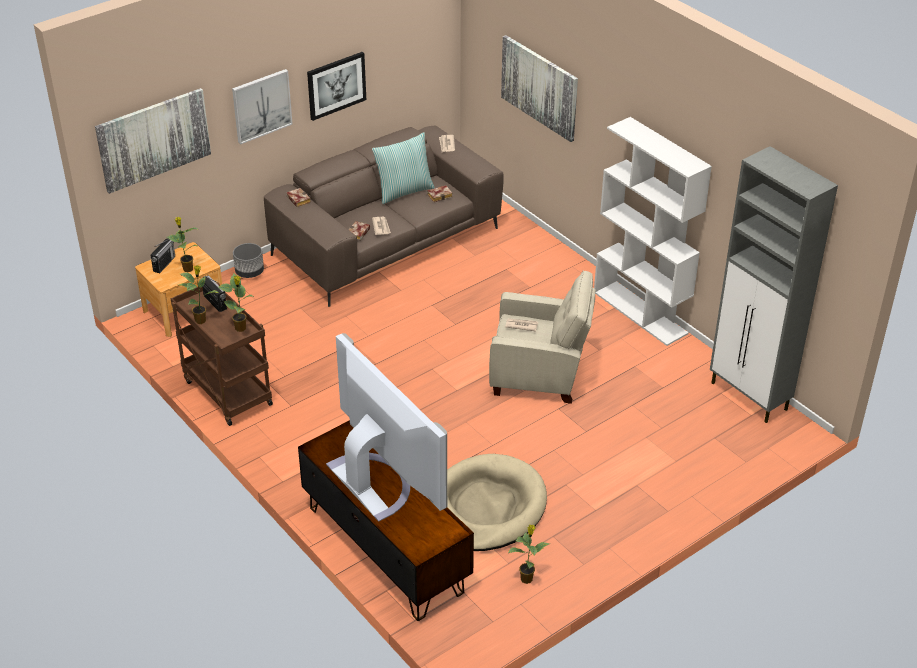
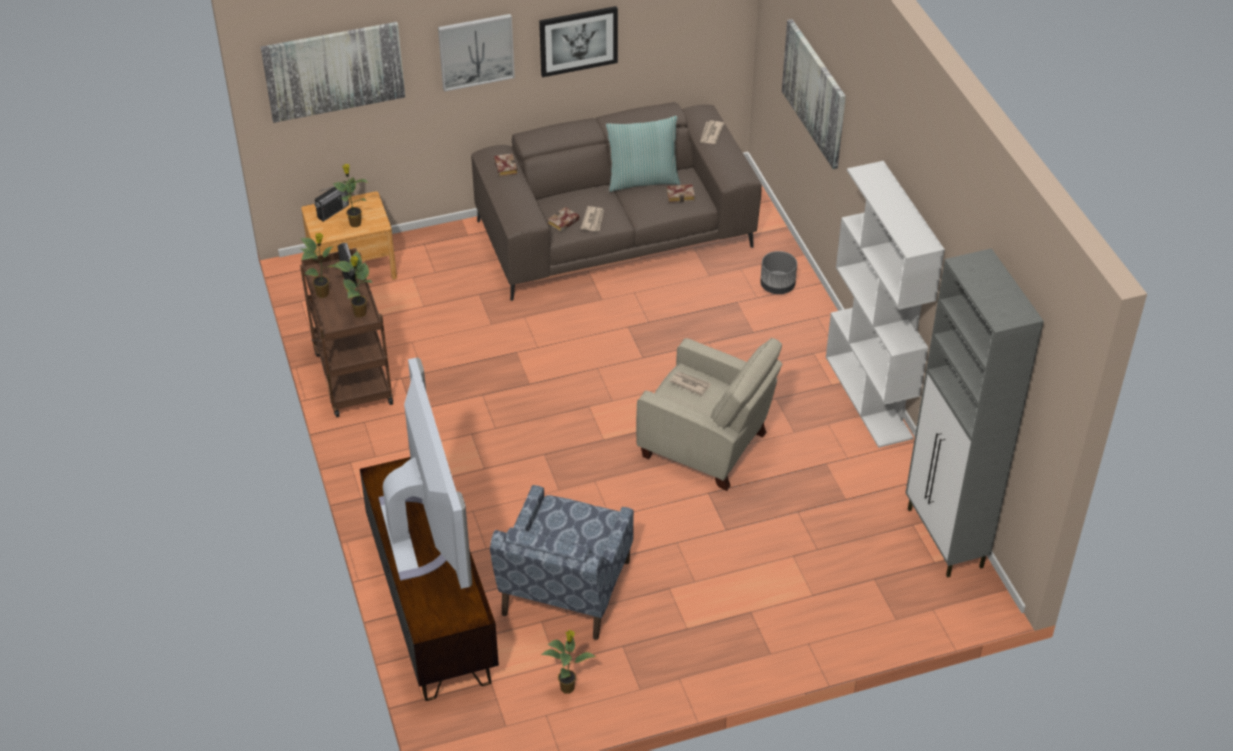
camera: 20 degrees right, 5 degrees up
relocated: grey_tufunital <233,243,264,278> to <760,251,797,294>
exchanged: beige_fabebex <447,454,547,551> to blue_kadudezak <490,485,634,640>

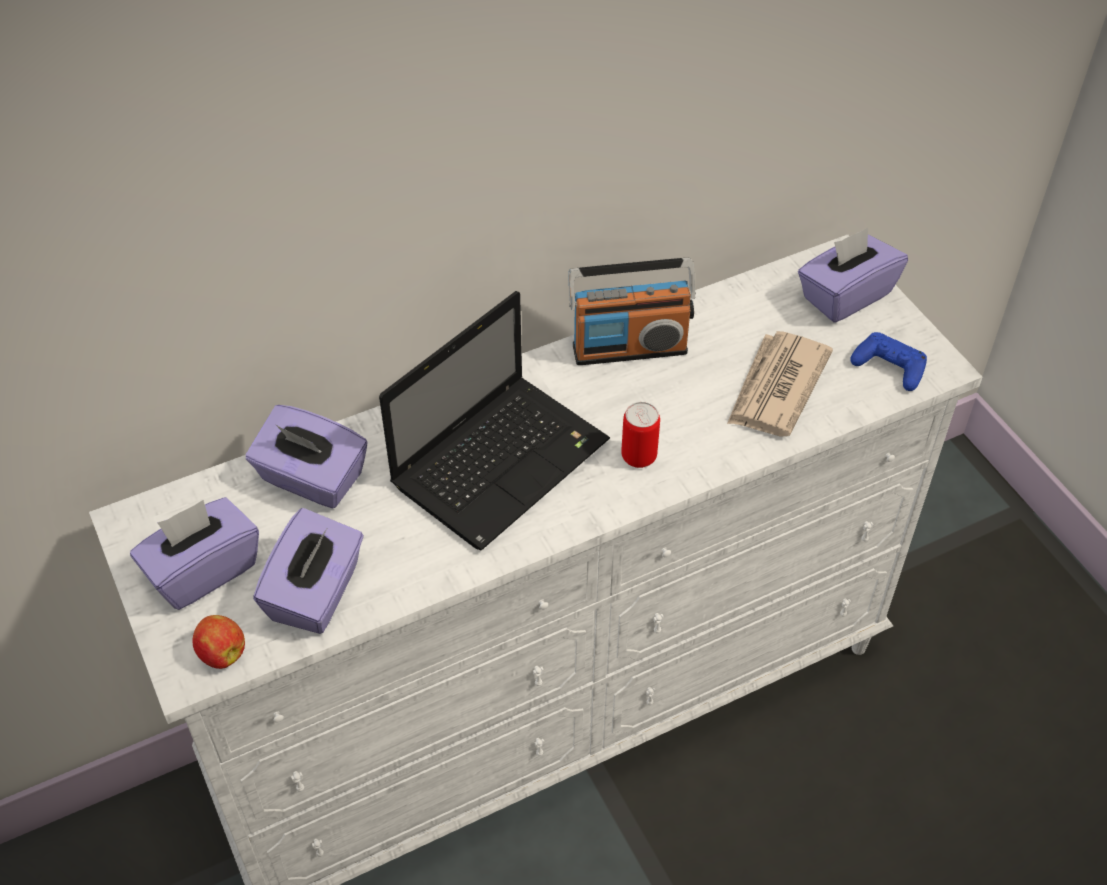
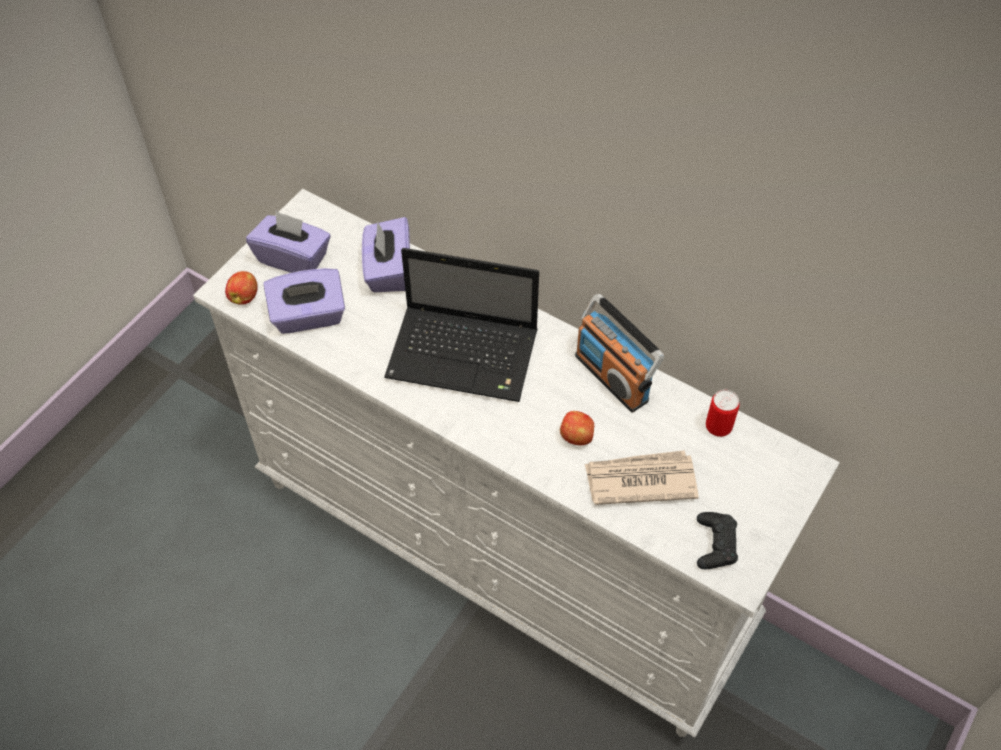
camera: 60 degrees right, 5 degrees up
missing: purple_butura <798,228,908,323>
appeared: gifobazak <560,411,594,445>
relocated: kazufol <621,402,660,468> to <706,390,740,437>
colour: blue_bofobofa <850,332,927,391> to black_bofobofa <697,512,738,569>

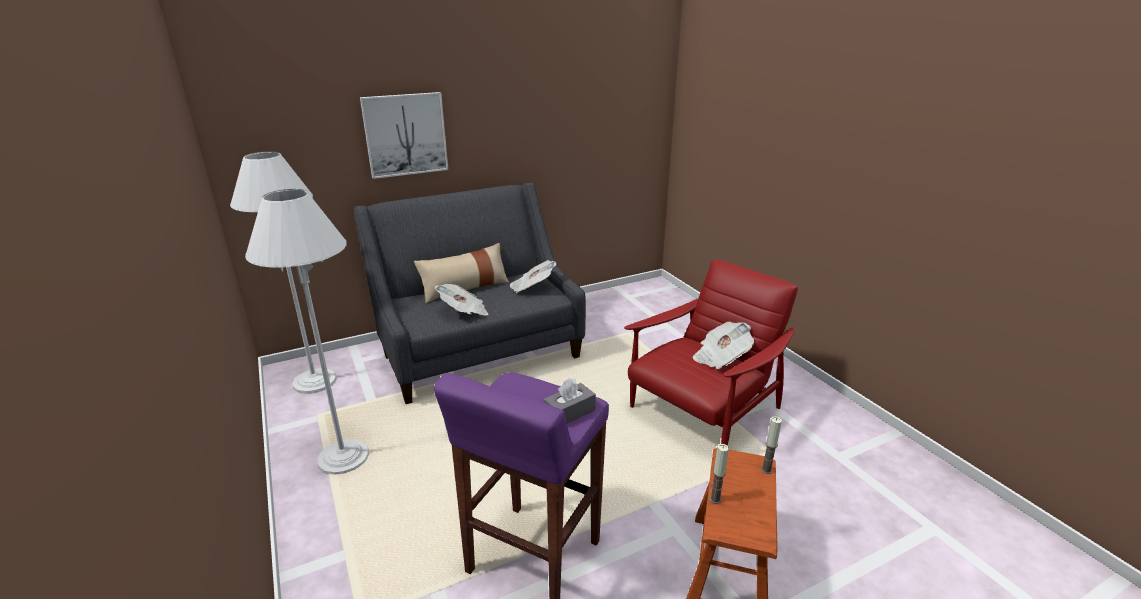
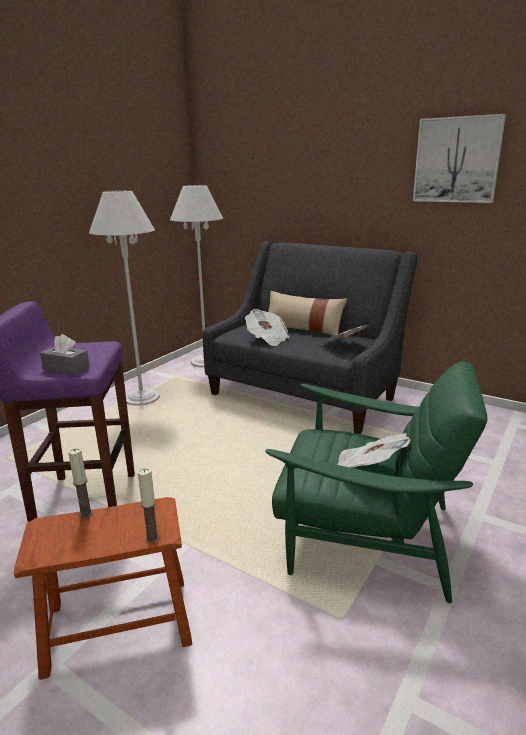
camera: 60 degrees right, 5 degrees down
relocated: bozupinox <360,92,448,179> to <413,114,506,203>
colour: red_kadudezak <624,260,798,446> to green_kadudezak <265,361,488,603>

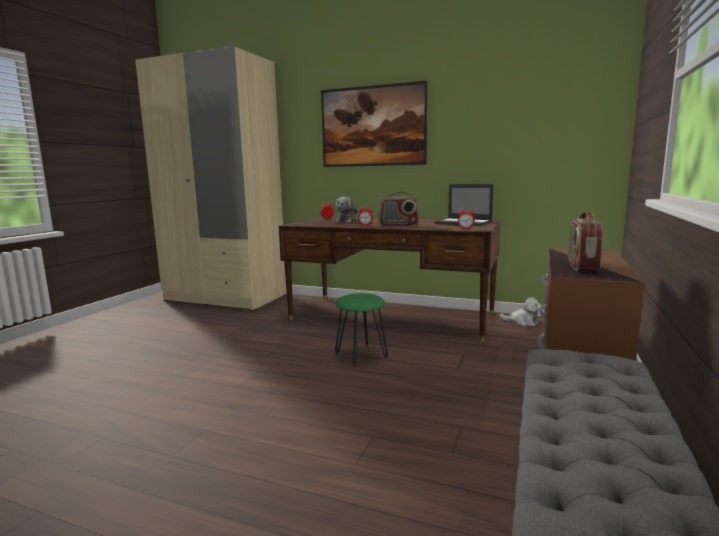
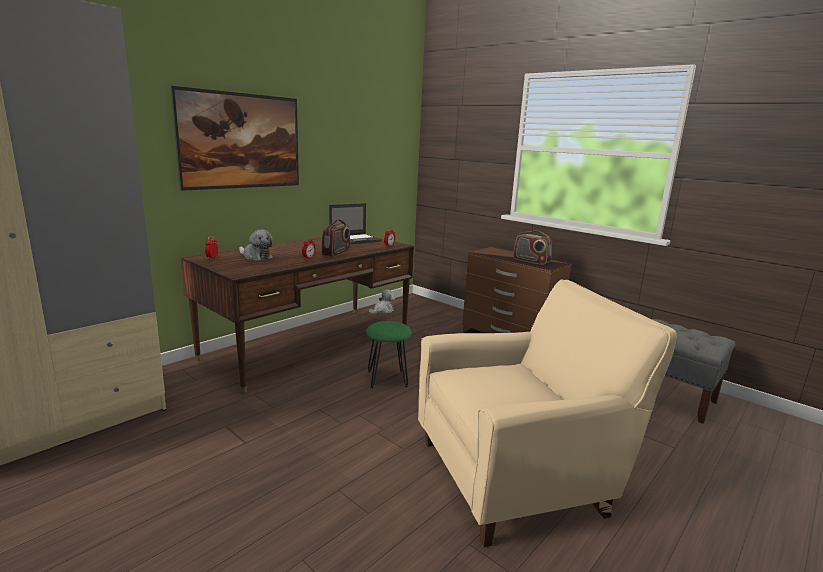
camera: 70 degrees left, 5 degrees up
appeared: beige_kadudezak <418,279,677,547>

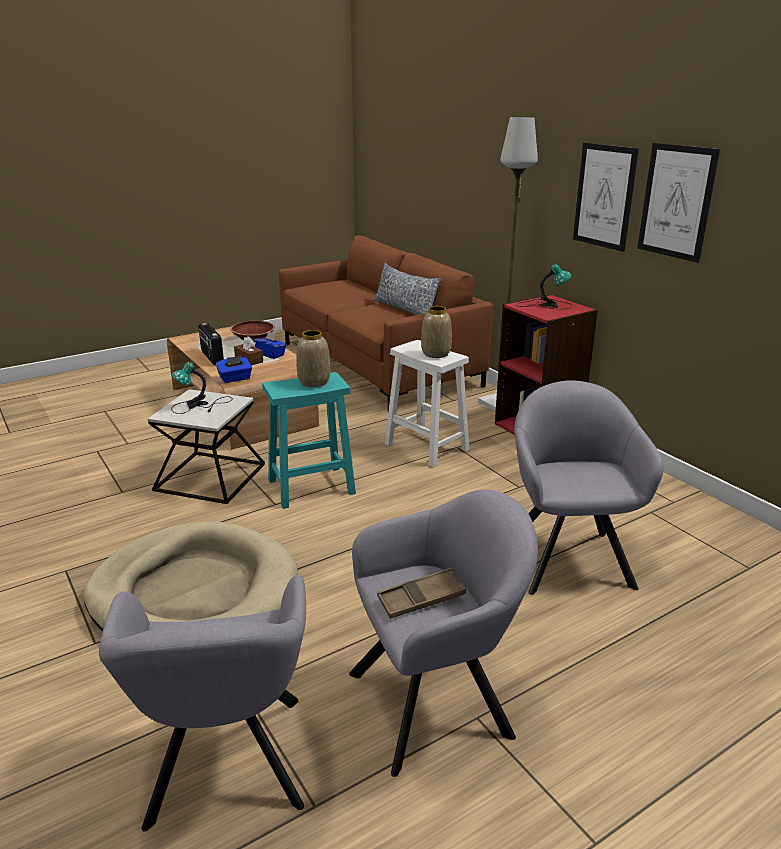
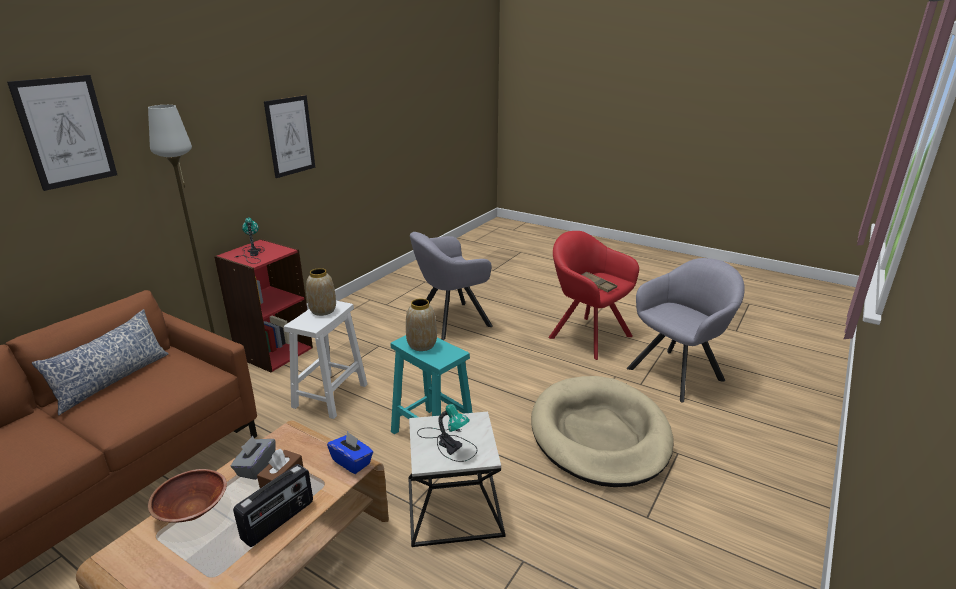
camera: 115 degrees left, 0 degrees up
relocated: bozupinox <573,143,639,252> to <7,75,117,191>
colour: blue_butura <253,331,287,359> to grey_butura <231,436,276,480>; grey_kadudezak <349,489,538,777> to red_kadudezak <548,231,639,360>

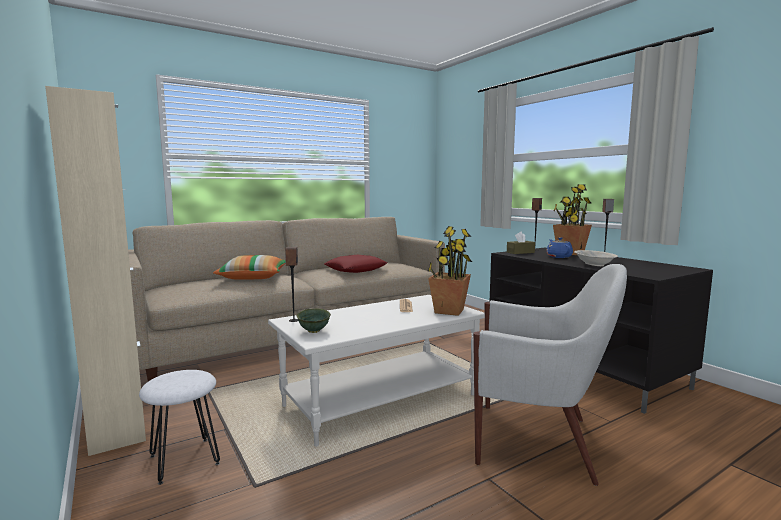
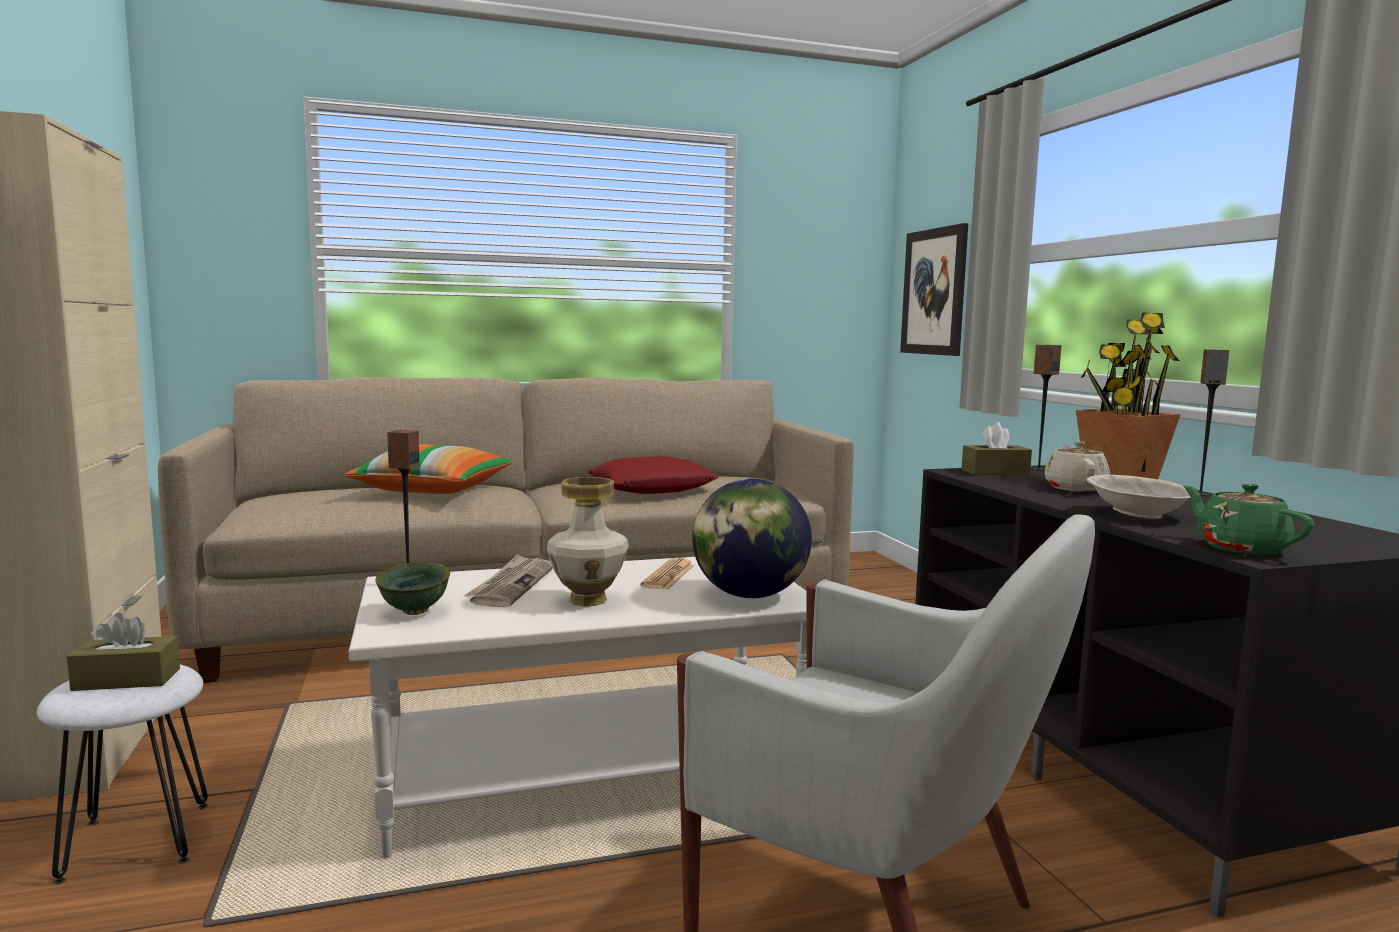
camera: 15 degrees right, 0 degrees up
appeared: brown_butura <67,613,180,691>; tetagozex <464,554,553,607>; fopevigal <546,477,629,607>; bozupinox <900,223,968,356>; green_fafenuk <1183,483,1314,555>
exchanged: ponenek <428,226,472,316> to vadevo <692,479,812,598>
colour: blue_fafenuk <546,238,573,258> to beige_fafenuk <1044,441,1110,492>

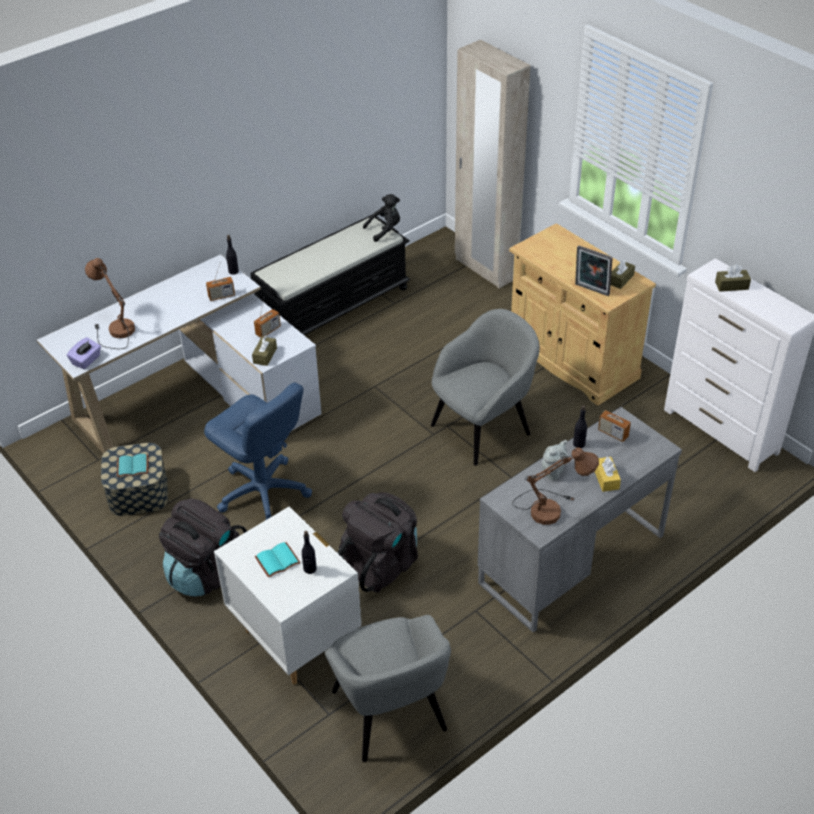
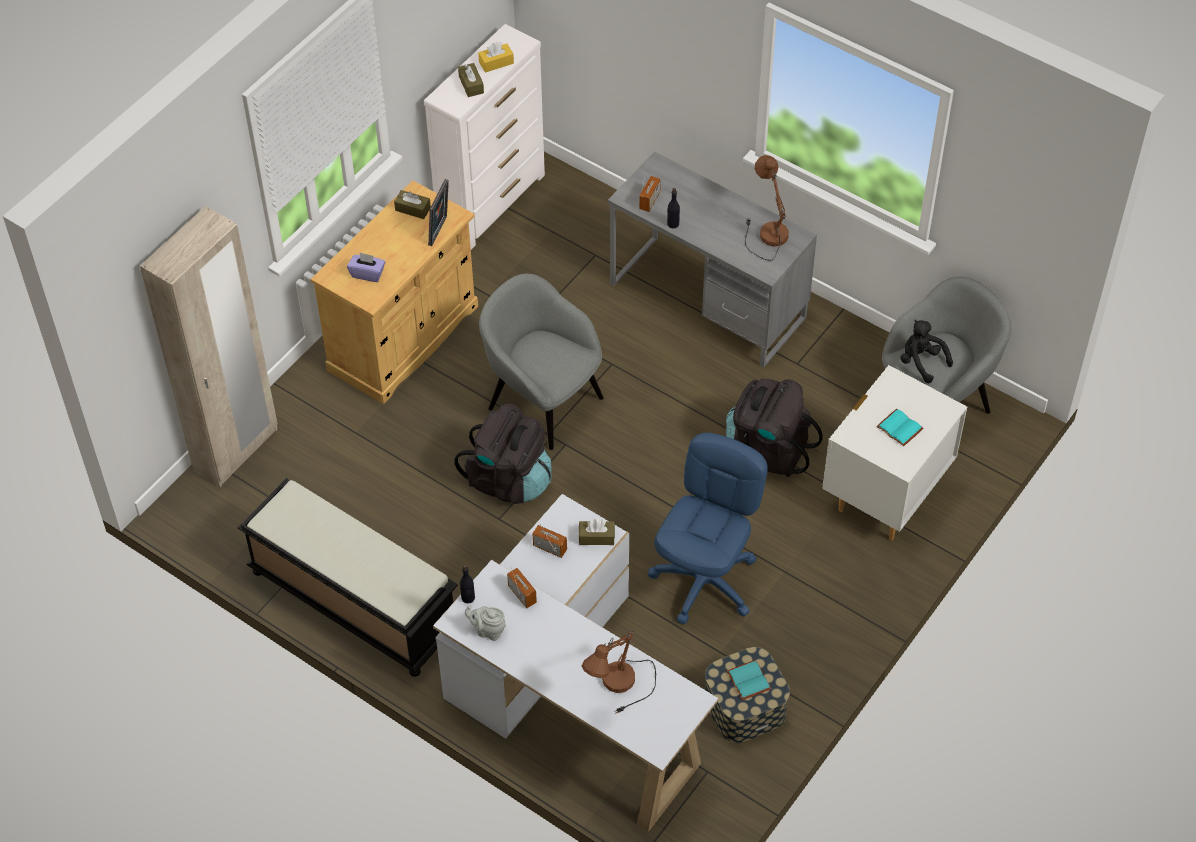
camera: 105 degrees left, 10 degrees up
missing: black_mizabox <302,531,317,574>
relocated: purple_butura <67,337,101,369> to <347,252,385,282>; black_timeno <159,498,247,597> to <455,403,552,504>; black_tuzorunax <363,194,400,242> to <900,320,953,383>; grey_fafenuk <542,440,568,480> to <465,605,506,641>; yellow_butura <594,456,621,492> to <478,42,514,73>

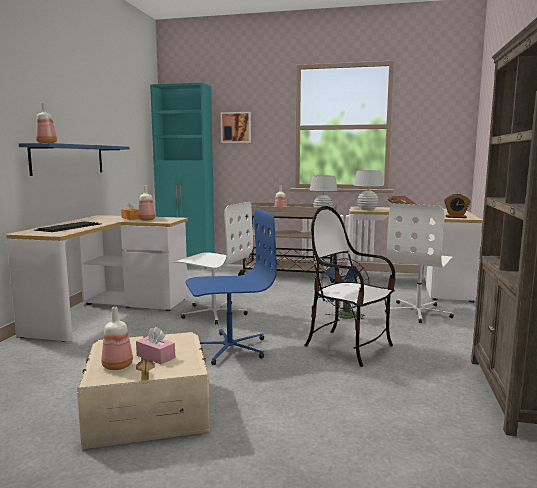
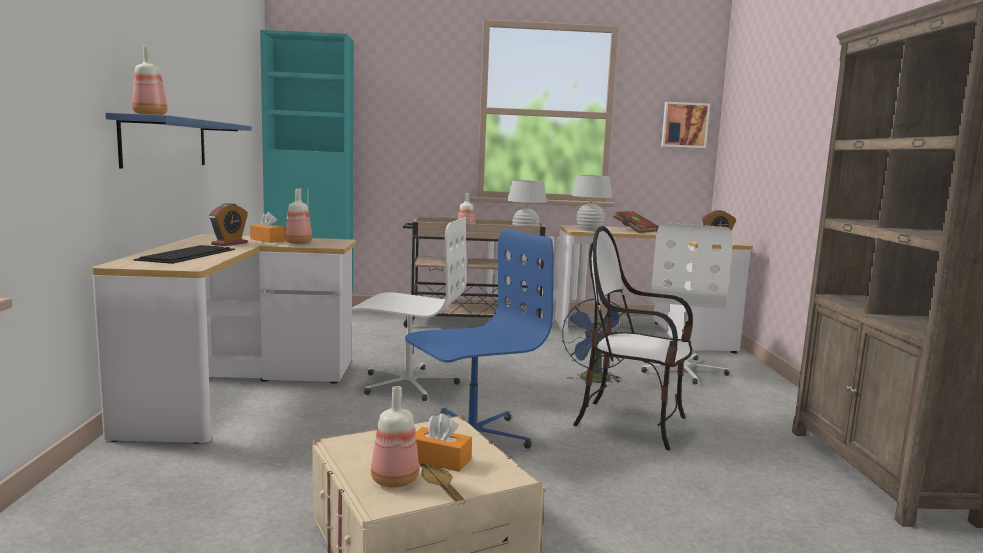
camera: 15 degrees left, 0 degrees up
appeared: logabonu <209,203,248,246>
relocated: bozupinox <221,112,251,143> to <661,102,710,148>
colour: pink_butura <136,327,175,364> to orange_butura <415,413,472,472>

